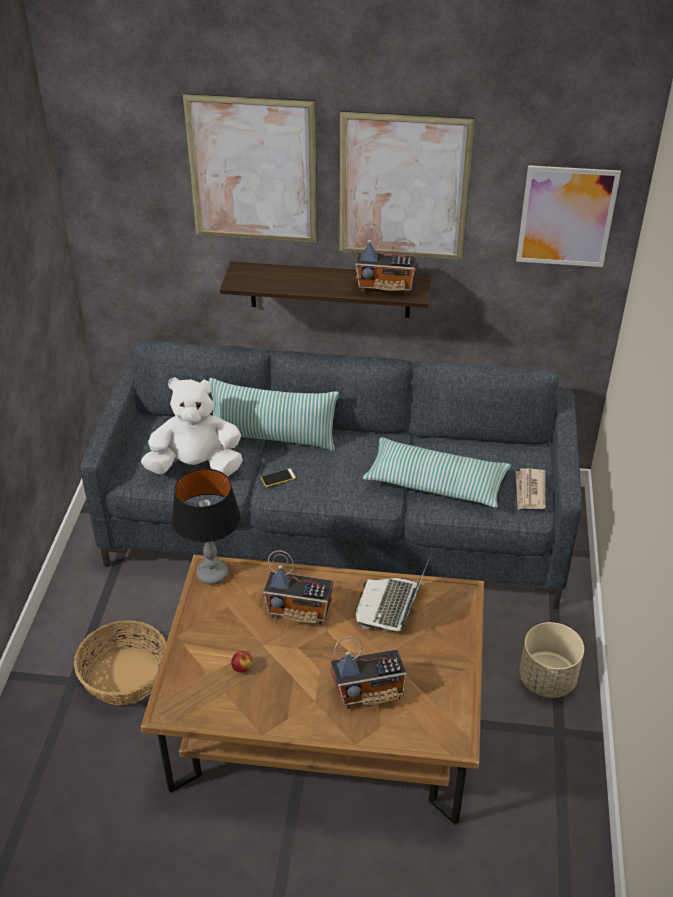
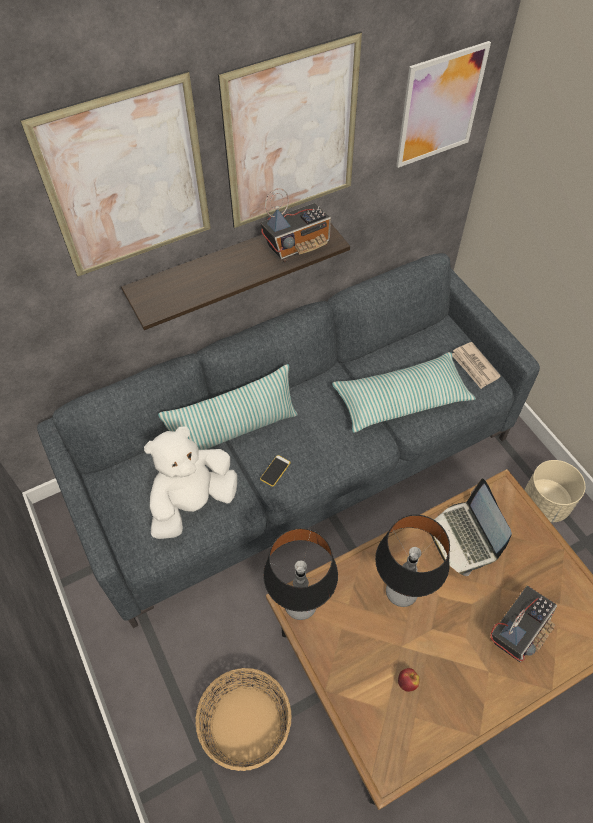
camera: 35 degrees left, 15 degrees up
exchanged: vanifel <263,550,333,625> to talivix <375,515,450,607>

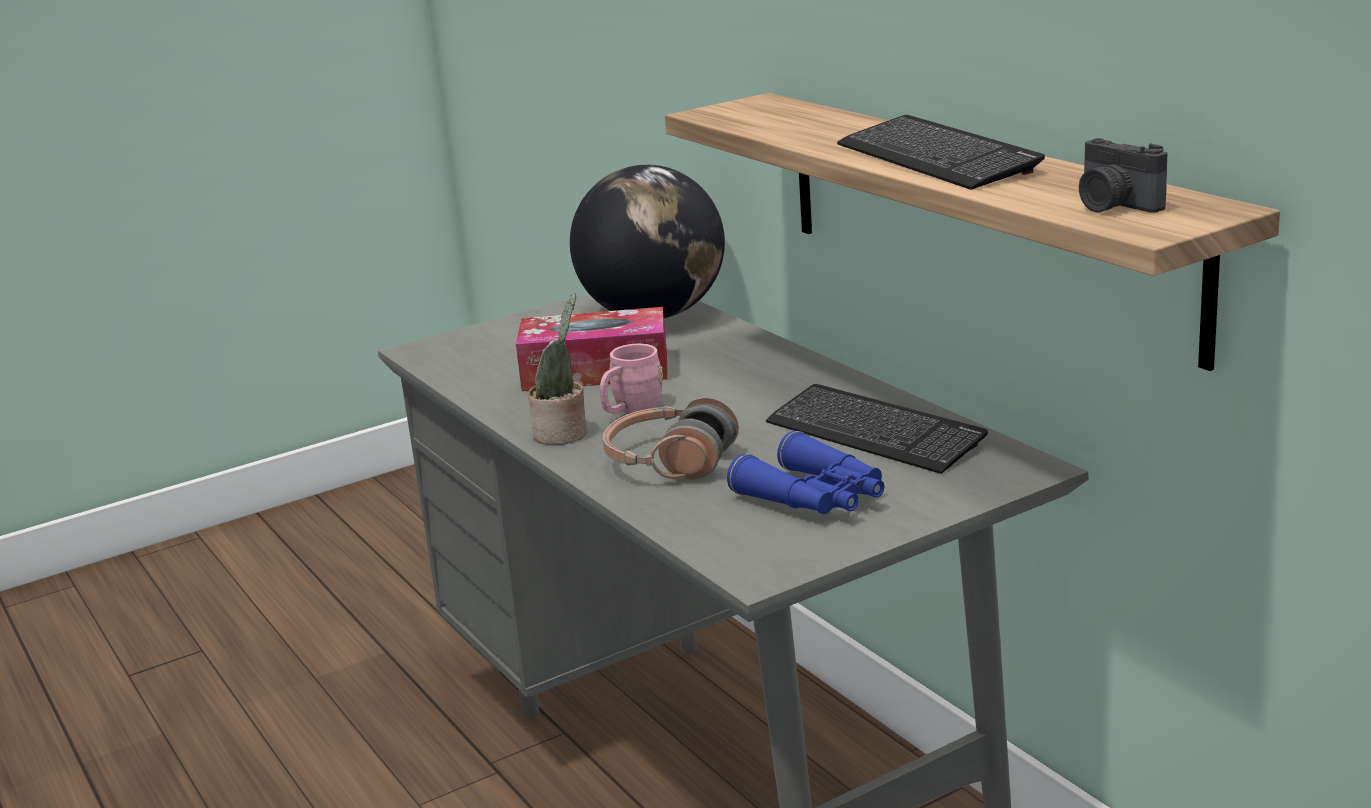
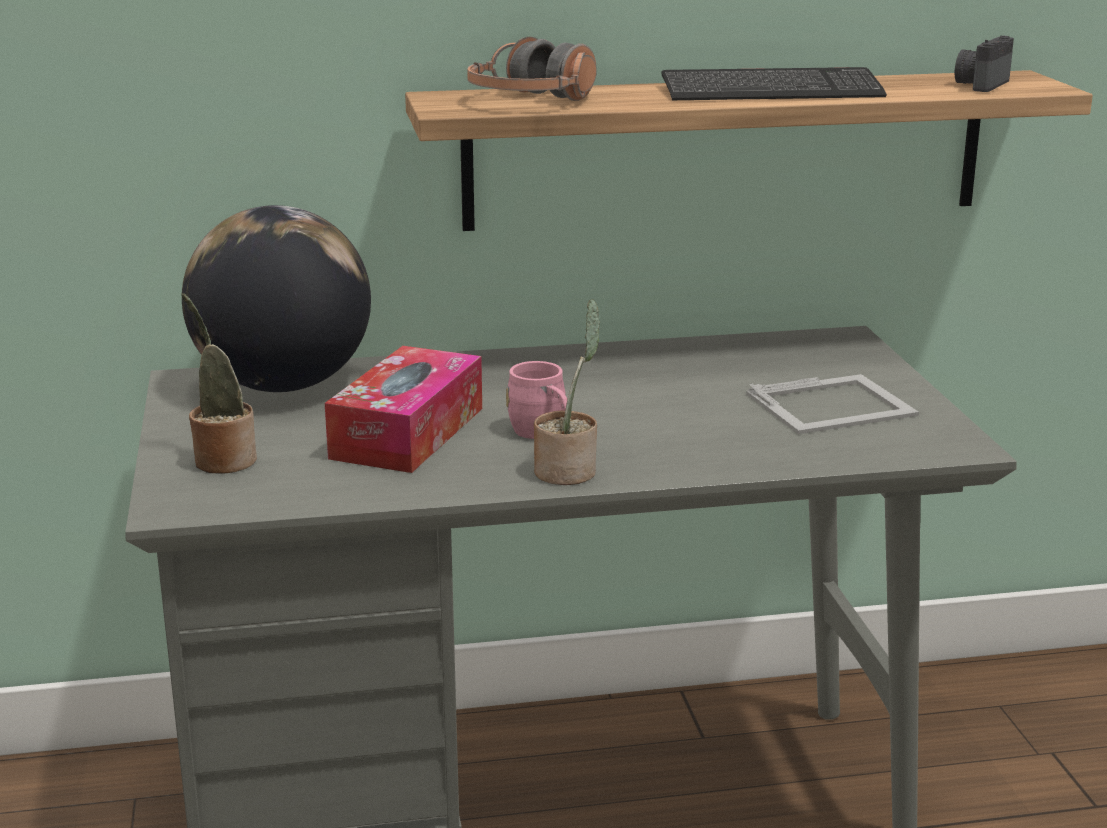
camera: 70 degrees left, 0 degrees up
missing: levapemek <766,384,988,474>
appeared: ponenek <181,293,257,474>
relocated: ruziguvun <603,398,739,479> to <467,37,597,101>
exchanged: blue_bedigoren <727,431,884,514> to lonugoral <746,374,919,434>
spun: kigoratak <1079,138,1168,213> = <954,36,1014,92> 135 degrees clockwise

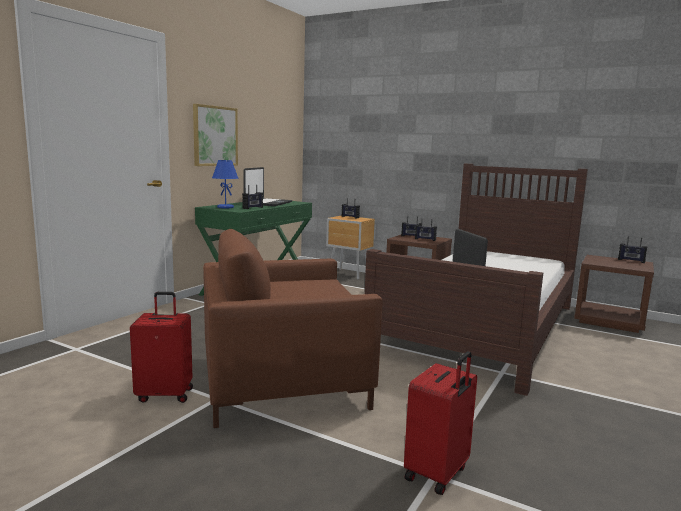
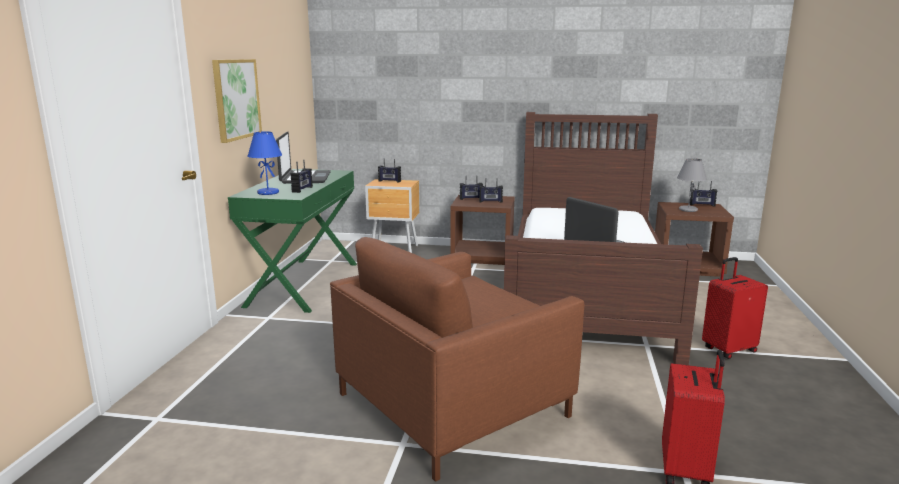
camera: 20 degrees left, 5 degrees up
appeared: grey_talivix <677,158,707,212>
relocated: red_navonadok <130,292,193,403> to <702,257,768,359>

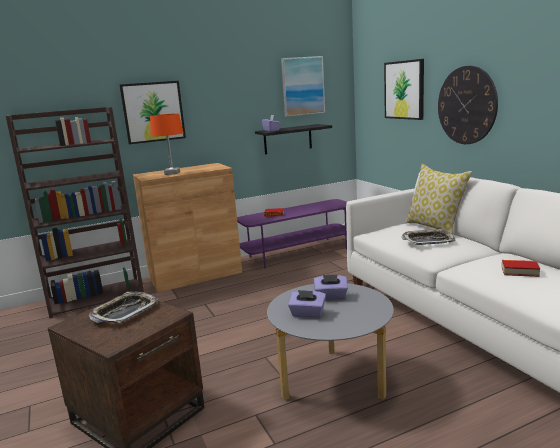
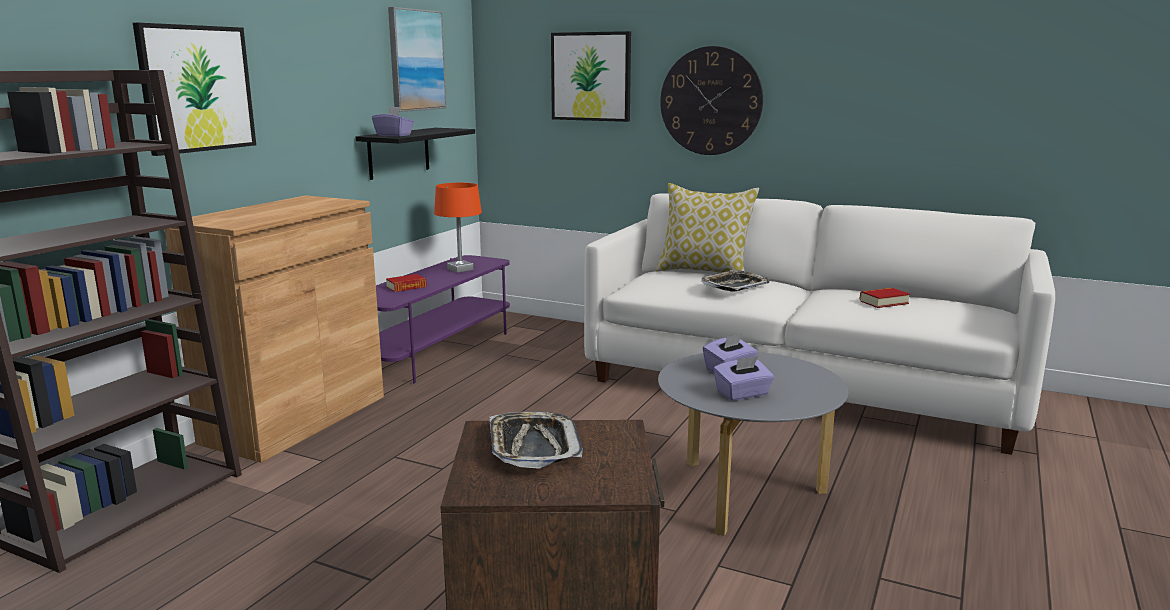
camera: 40 degrees left, 0 degrees up
relocated: orange_talivix <150,113,184,175> to <434,183,482,273>

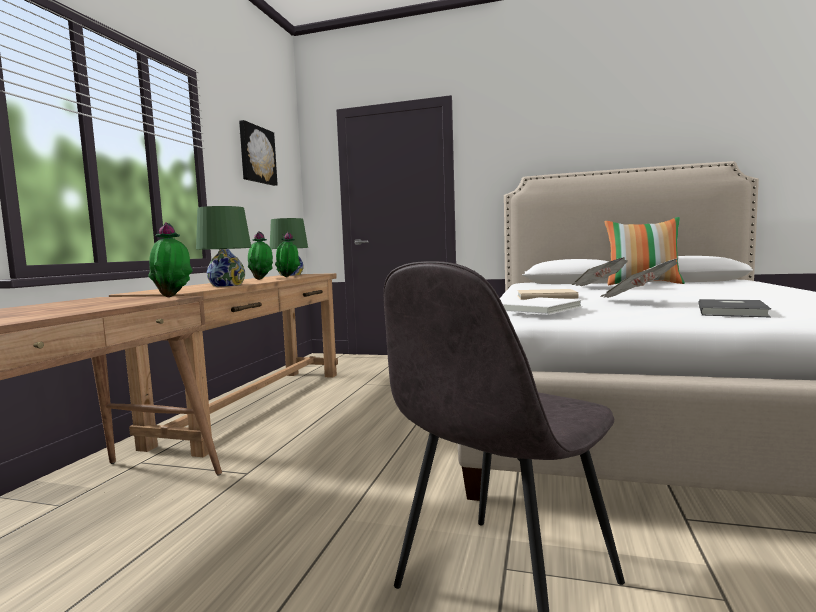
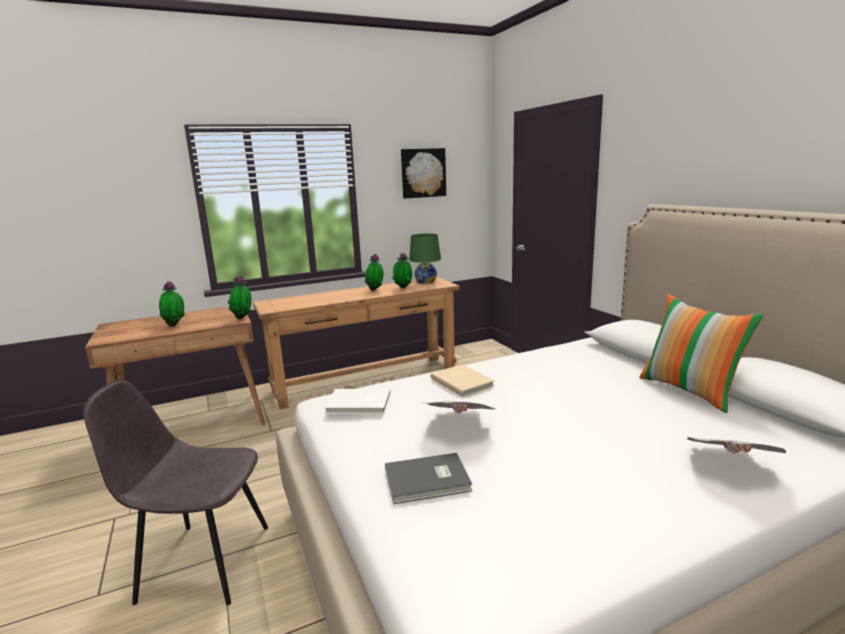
camera: 50 degrees right, 10 degrees up
missing: green_talivix <196,206,252,287>
appeared: ponenek <159,281,185,327>
relocated: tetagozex <572,257,628,286> to <687,437,786,453>

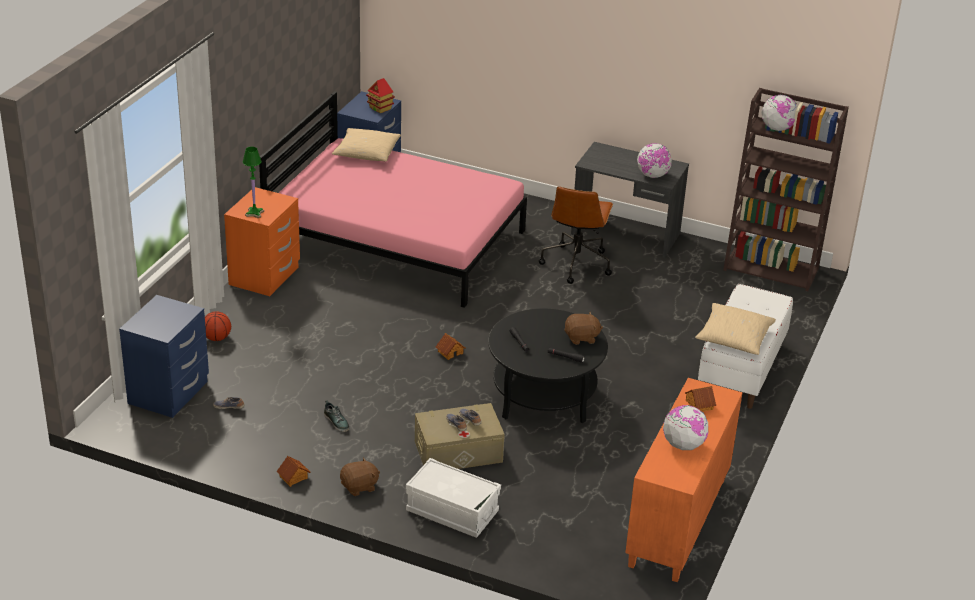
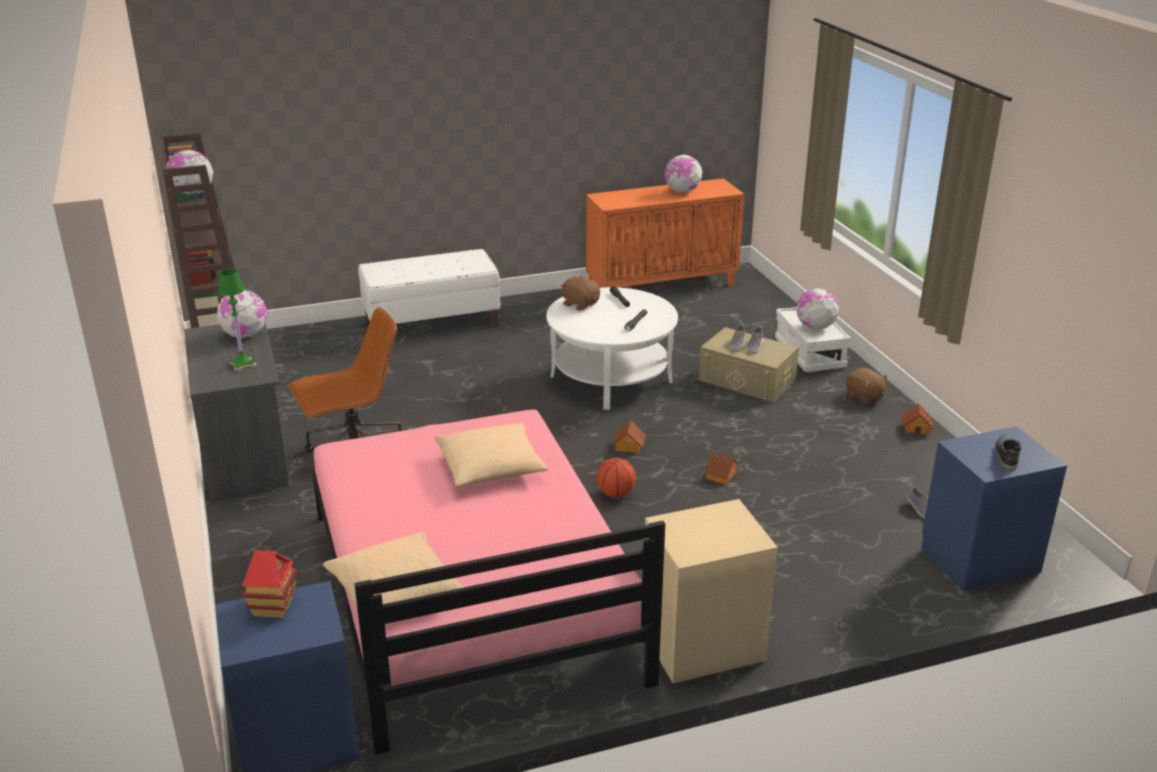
camera: 130 degrees left, 5 degrees down
appeared: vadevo <796,288,839,330>
relocated: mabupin <205,311,231,341> to <596,458,636,498>; green_talivix <243,147,264,218> to <218,269,257,371>; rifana <324,400,349,432> to <995,435,1021,470>; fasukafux <685,386,716,412> to <704,452,739,485>; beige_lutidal <695,303,776,355> to <435,423,549,487>
colour: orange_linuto <224,187,300,296> to beige_linuto <645,499,778,684>; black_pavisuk <488,308,608,423> to white_pavisuk <546,287,678,410>
spun: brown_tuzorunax <340,458,380,496> = <846,368,887,405> 150 degrees counterclockwise

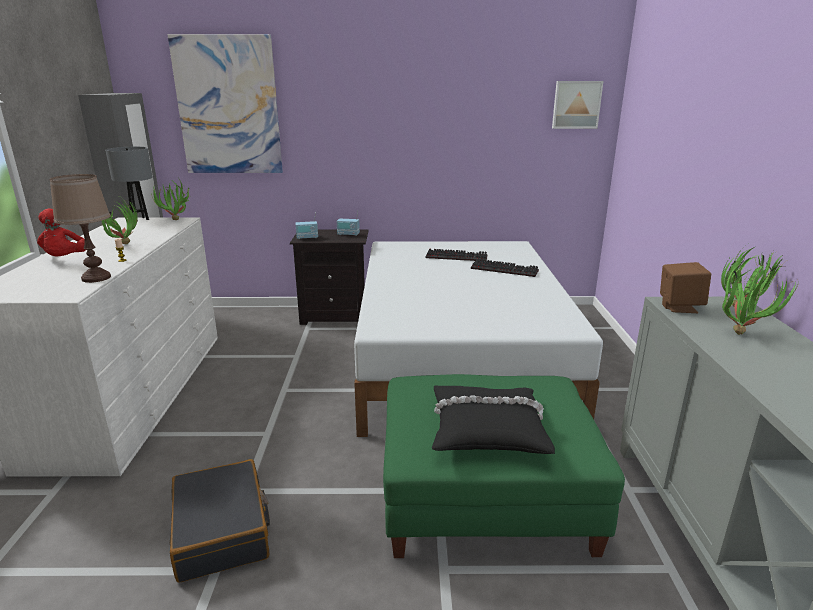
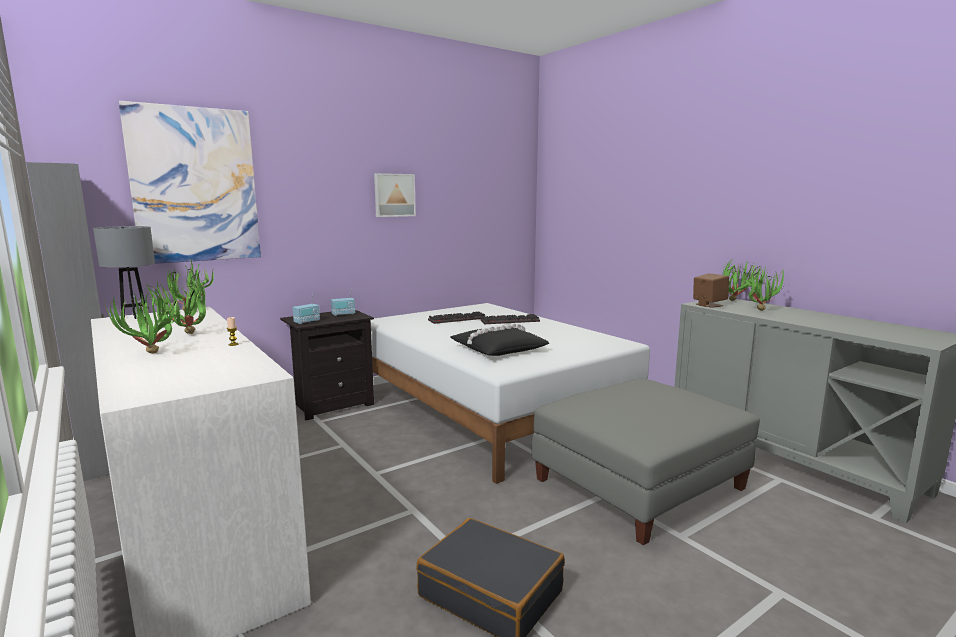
camera: 35 degrees left, 10 degrees down
missing: brown_talivix <50,174,111,283>
relocated: black_lutidal <432,385,555,454> to <450,323,549,356>; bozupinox <552,81,604,129> to <374,173,416,217>
exchanged: red_tuzorunax <37,209,86,256> to ponenek <104,284,182,353>
colour: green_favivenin <383,374,625,558> to grey_favivenin <532,379,760,545>

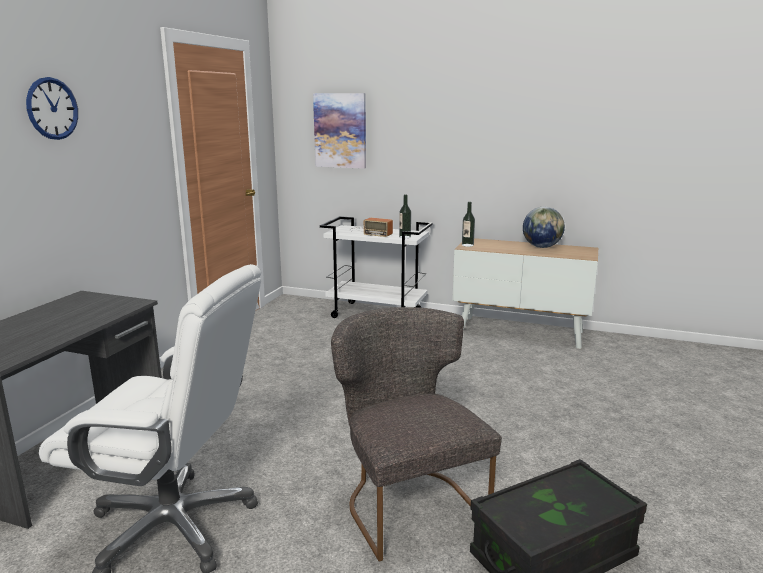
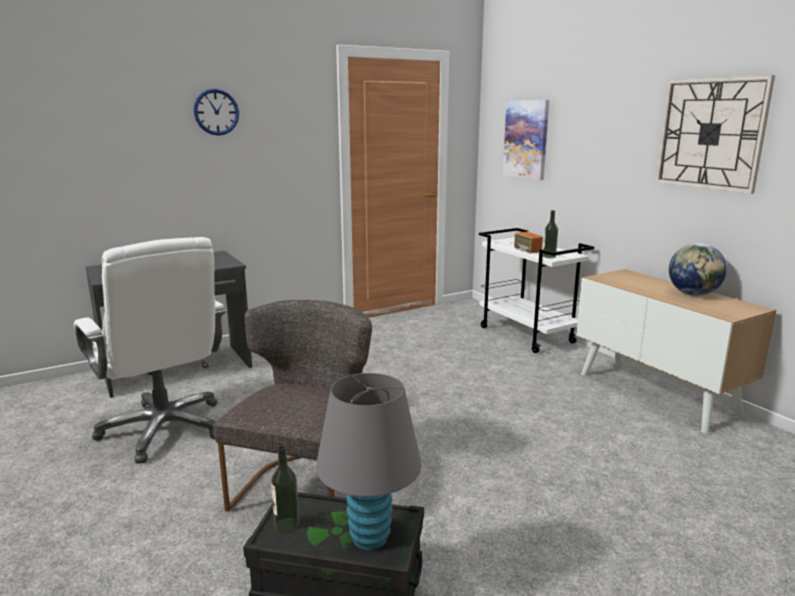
camera: 40 degrees right, 0 degrees up
appeared: grey_talivix <316,373,421,550>; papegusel <655,75,775,194>
relocated: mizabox <462,202,475,247> to <271,445,299,534>

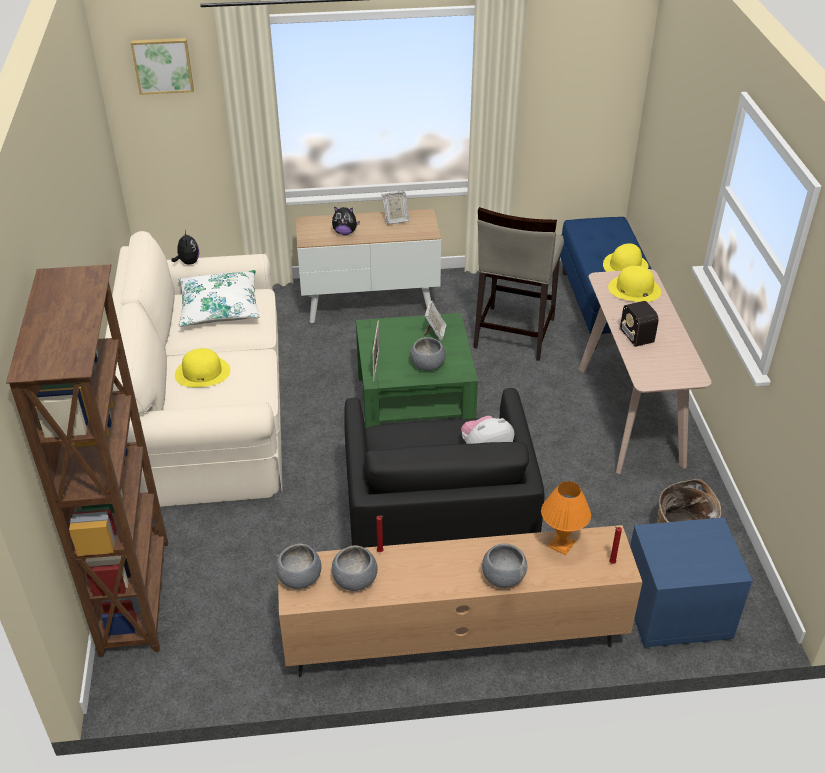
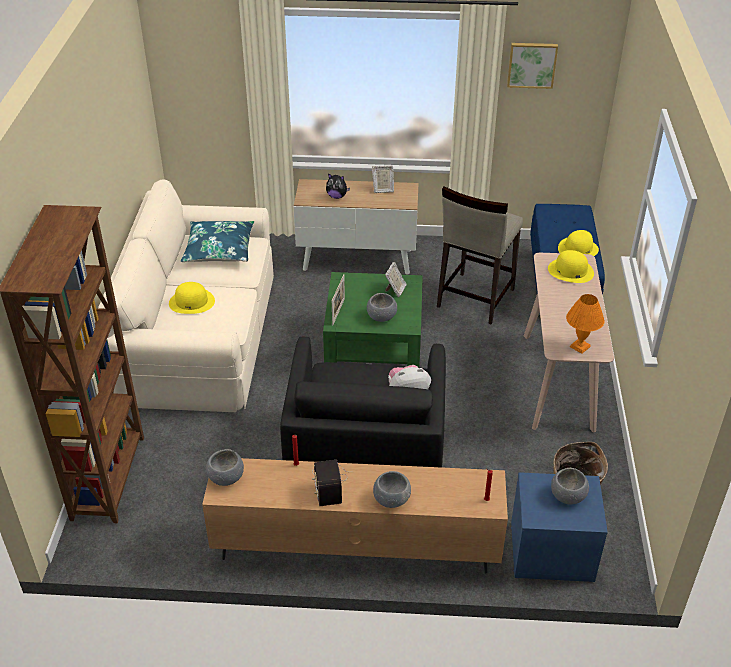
camera: 10 degrees right, 0 degrees up
missing: tuzorunax <171,230,199,264>
relocated: bozupinox <131,38,194,95> to <507,43,558,89>; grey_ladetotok <332,545,378,591> to <551,468,589,504>; orange_talivix <541,481,591,555> to <566,294,605,354>; vanifel <612,301,658,347> to <312,460,348,506>
colour: white_lutidal <179,270,260,327> to blue_lutidal <181,221,254,262>

